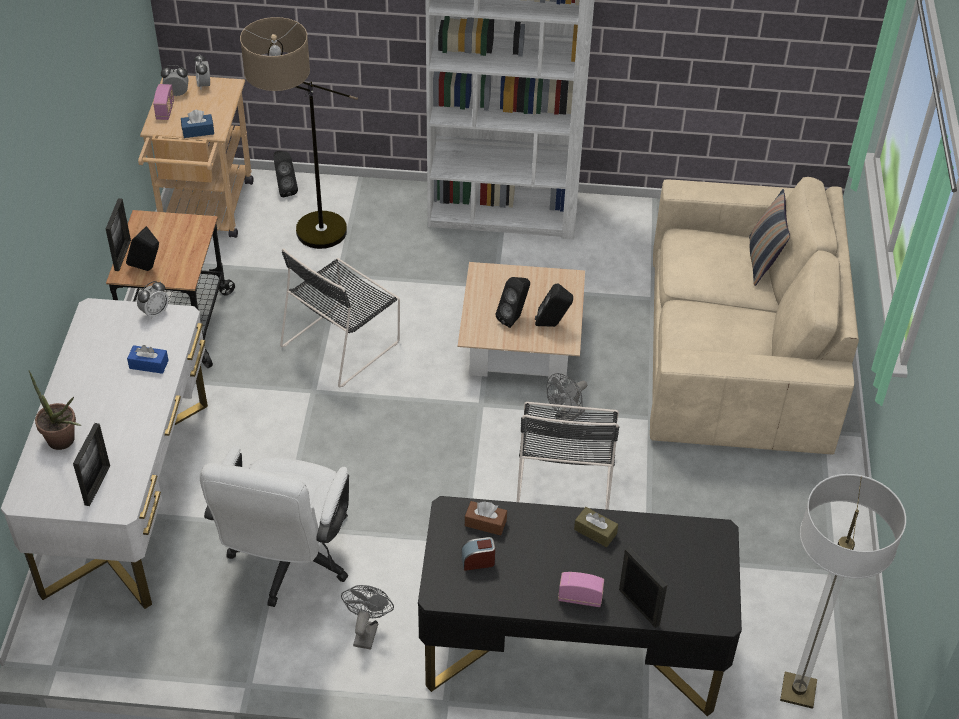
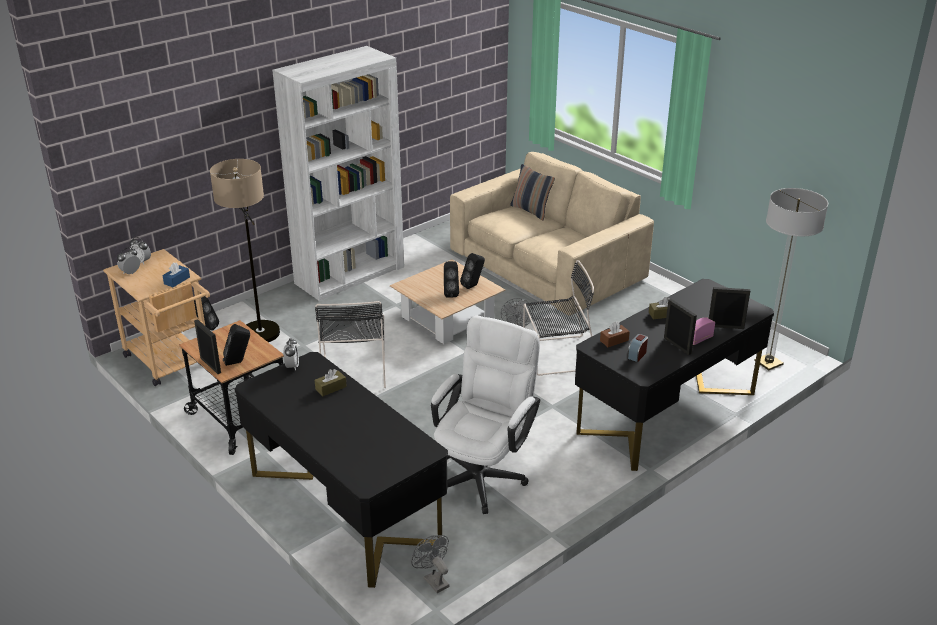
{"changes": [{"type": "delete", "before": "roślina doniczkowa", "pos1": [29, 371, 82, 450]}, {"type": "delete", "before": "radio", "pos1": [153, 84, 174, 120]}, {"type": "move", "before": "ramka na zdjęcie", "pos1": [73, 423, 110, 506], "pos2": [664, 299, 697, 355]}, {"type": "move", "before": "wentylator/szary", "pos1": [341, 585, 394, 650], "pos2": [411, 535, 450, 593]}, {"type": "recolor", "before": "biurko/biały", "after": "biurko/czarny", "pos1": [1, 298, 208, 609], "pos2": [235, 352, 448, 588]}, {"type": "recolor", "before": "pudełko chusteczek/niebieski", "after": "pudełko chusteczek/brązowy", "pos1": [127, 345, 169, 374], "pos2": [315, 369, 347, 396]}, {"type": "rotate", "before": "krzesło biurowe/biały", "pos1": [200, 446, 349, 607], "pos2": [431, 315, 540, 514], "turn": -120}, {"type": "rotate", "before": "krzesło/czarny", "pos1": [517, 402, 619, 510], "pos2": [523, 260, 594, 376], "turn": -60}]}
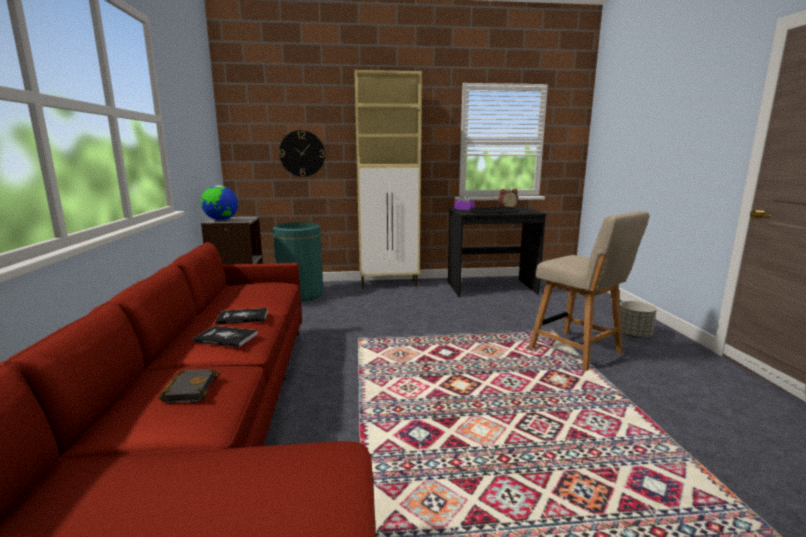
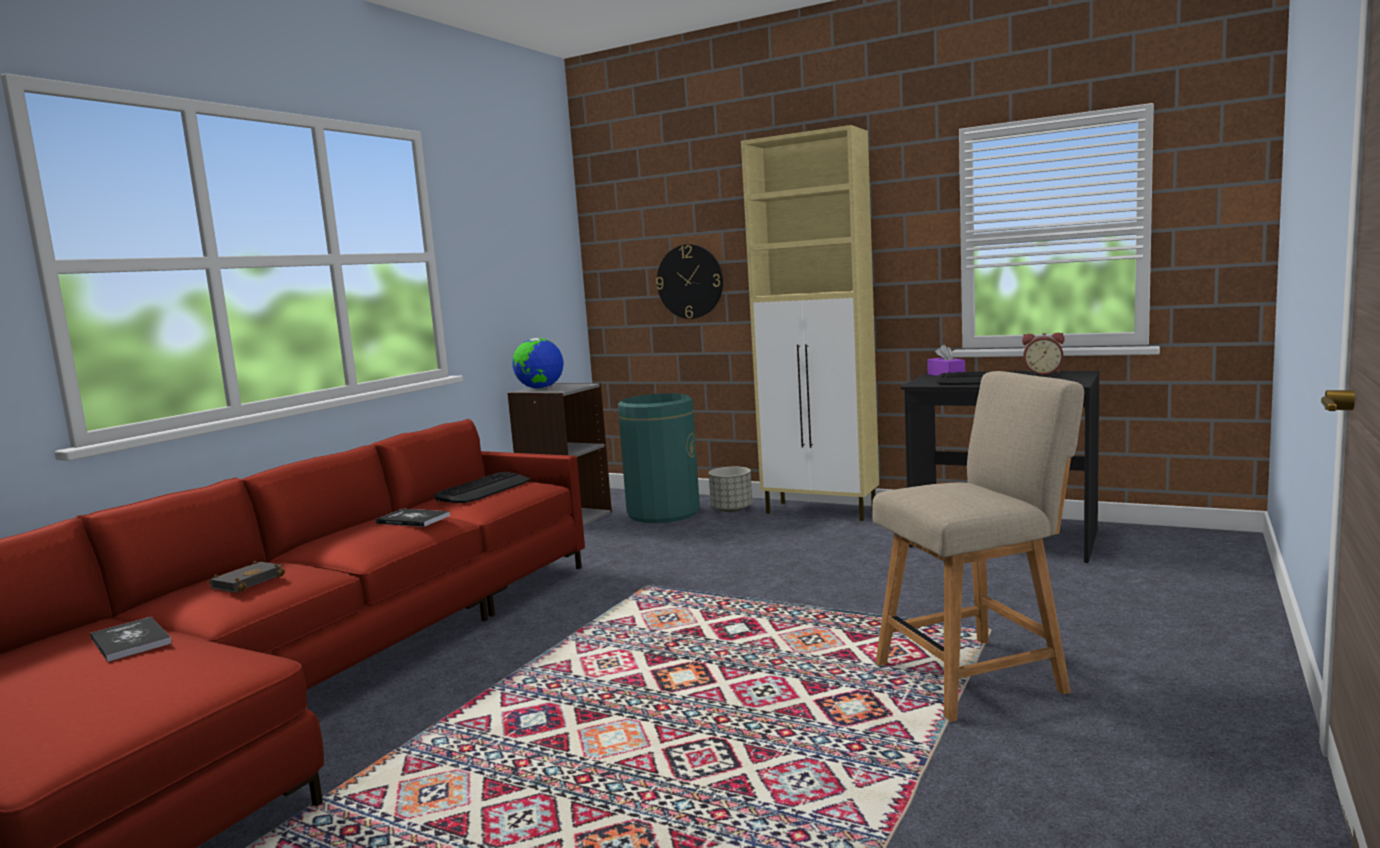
{"changes": [{"type": "insert", "after": "klawiatura", "pos2": [434, 472, 530, 503]}, {"type": "move", "before": "książka", "pos1": [192, 326, 258, 347], "pos2": [90, 617, 172, 662]}, {"type": "move", "before": "donica/szary", "pos1": [620, 301, 657, 338], "pos2": [709, 467, 752, 512]}, {"type": "rotate", "before": "krzesło/beżowy", "pos1": [529, 211, 650, 371], "pos2": [872, 371, 1084, 722], "turn": -105}]}
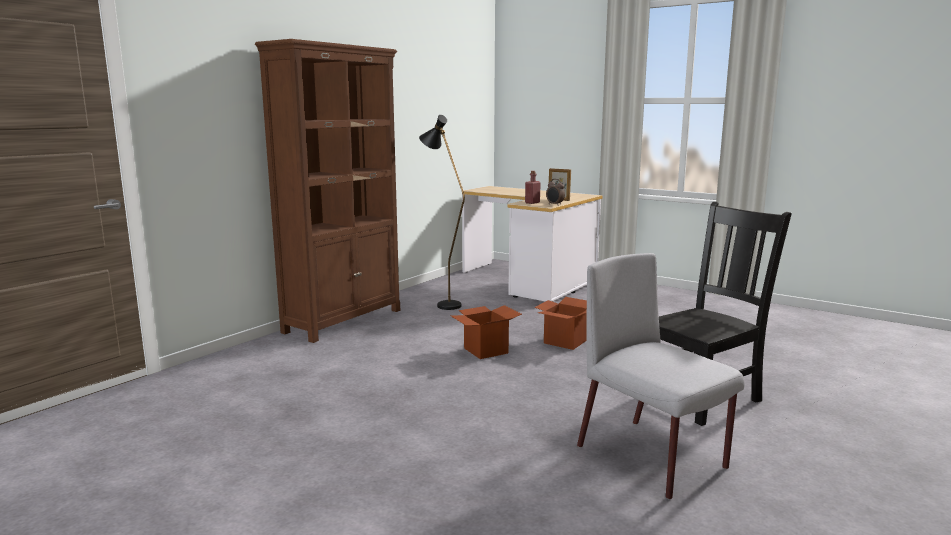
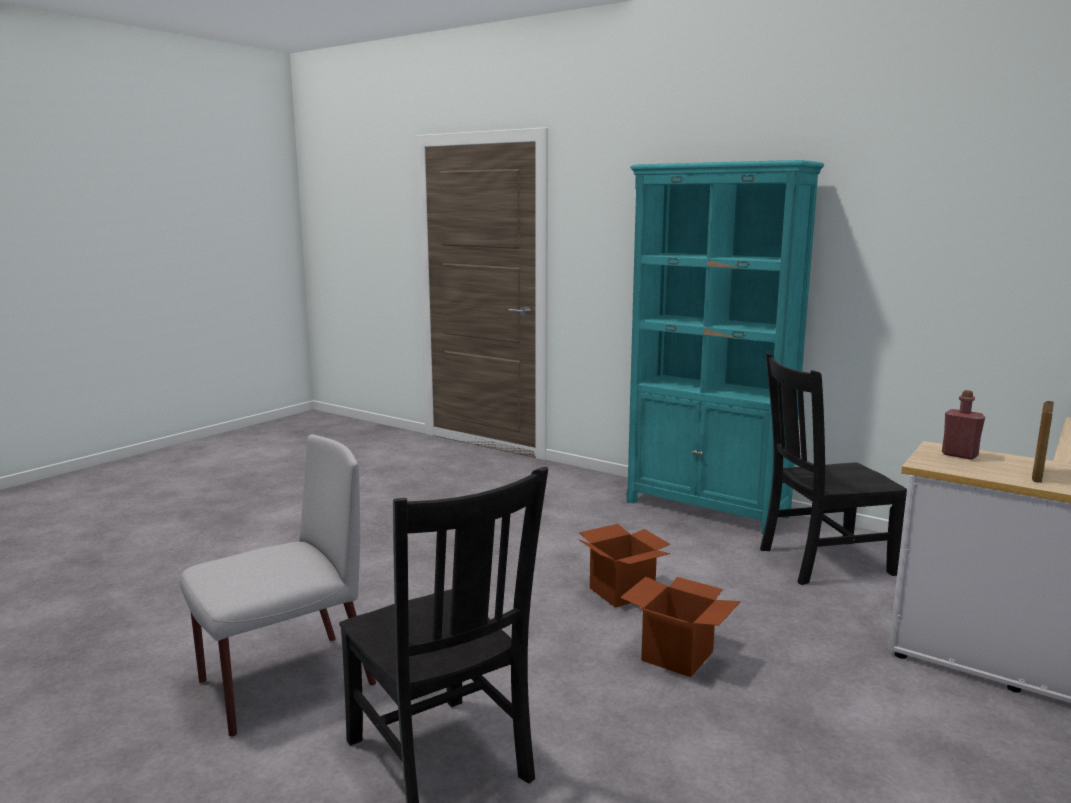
{"changes": [{"type": "delete", "before": "budzik", "pos1": [546, 179, 565, 205]}, {"type": "replace", "before": "lampa stojąca/czarny", "after": "krzesło/czarny", "pos1": [419, 115, 465, 310], "pos2": [760, 353, 907, 585]}, {"type": "recolor", "before": "regał/brązowy", "after": "regał/turkusowy", "pos1": [255, 39, 400, 343], "pos2": [626, 160, 824, 534]}]}
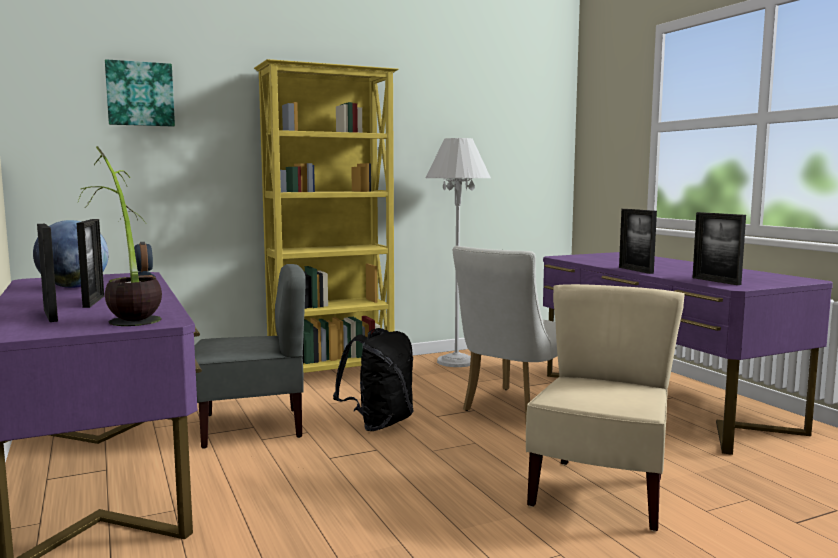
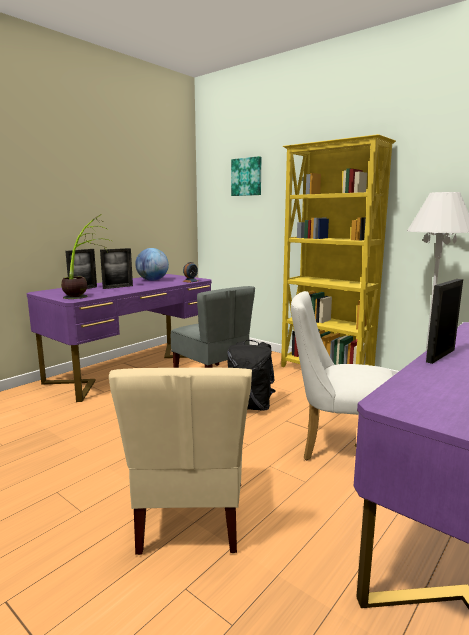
{"changes": [{"type": "delete", "before": "ramka na zdjęcie", "pos1": [692, 212, 746, 285]}, {"type": "rotate", "before": "krzesło/beżowy", "pos1": [526, 284, 685, 532], "pos2": [109, 368, 252, 555], "turn": 90}]}
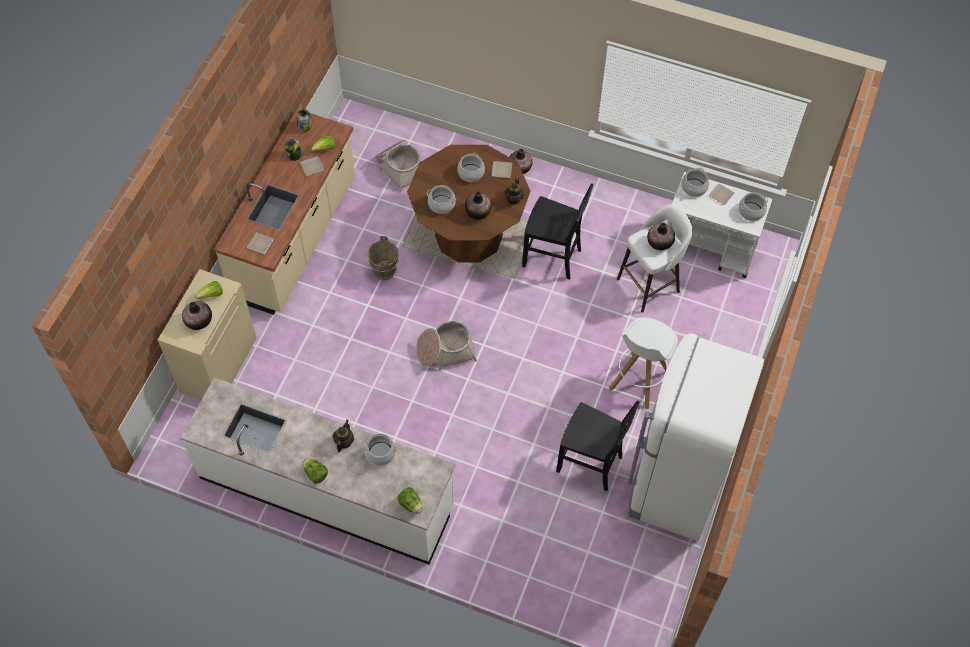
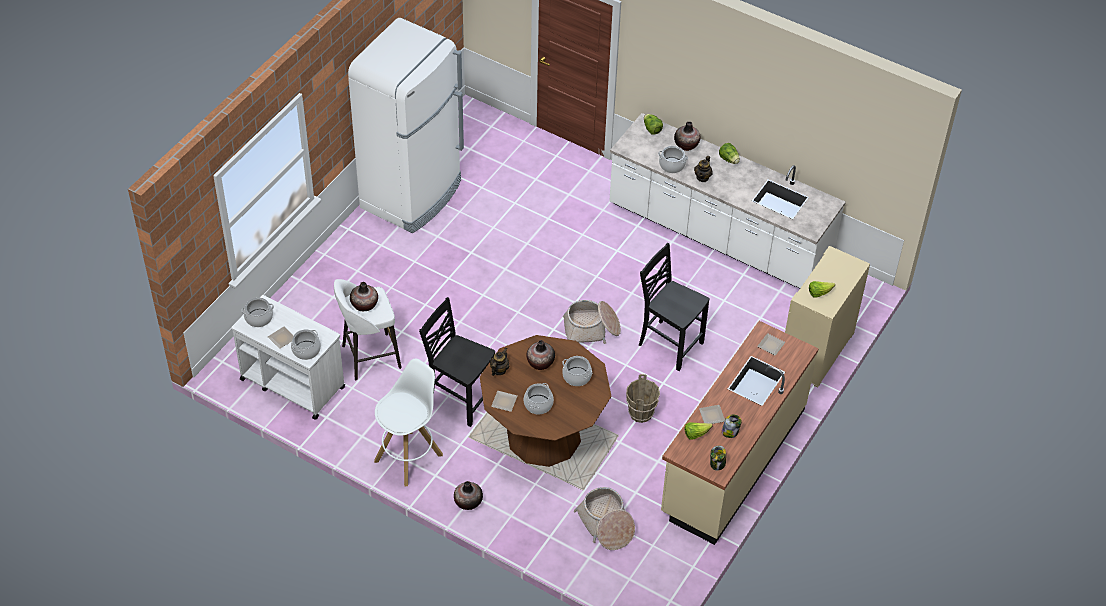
{"changes": [{"type": "move", "before": "wazon", "pos1": [182, 301, 212, 330], "pos2": [674, 121, 700, 151]}, {"type": "move", "before": "krzesło/czarny", "pos1": [556, 401, 640, 491], "pos2": [639, 243, 710, 371]}, {"type": "move", "before": "stołek/biały", "pos1": [609, 317, 678, 409], "pos2": [374, 359, 443, 487]}]}
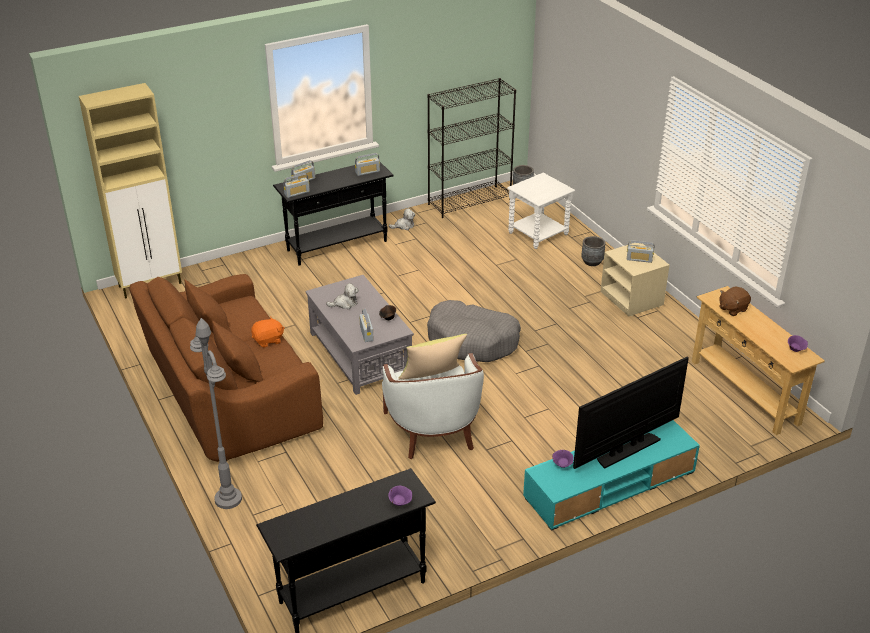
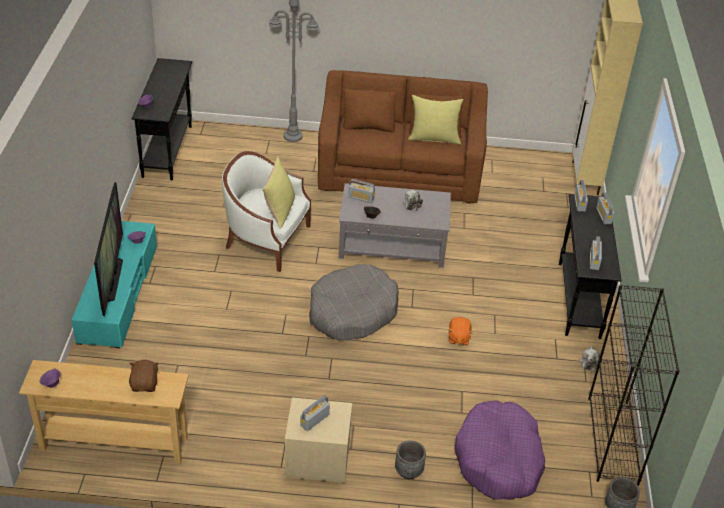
{"changes": [{"type": "insert", "after": "poduszka/żółty", "pos2": [408, 95, 463, 145]}, {"type": "move", "before": "pluszak/pomarańczowy", "pos1": [251, 317, 285, 347], "pos2": [448, 317, 473, 345]}, {"type": "replace", "before": "stolik/biały", "after": "legowisko/fioletowy", "pos1": [507, 173, 575, 249], "pos2": [454, 400, 545, 500]}]}
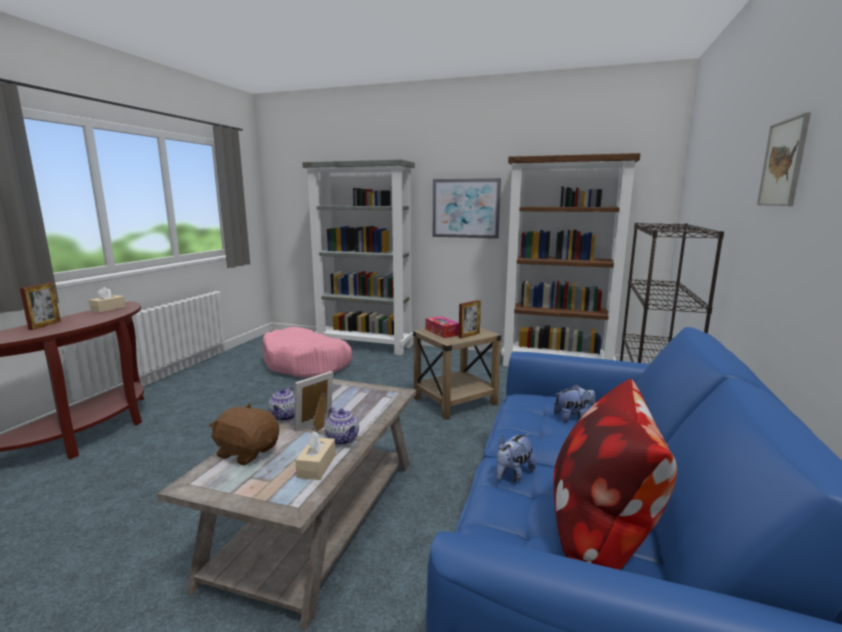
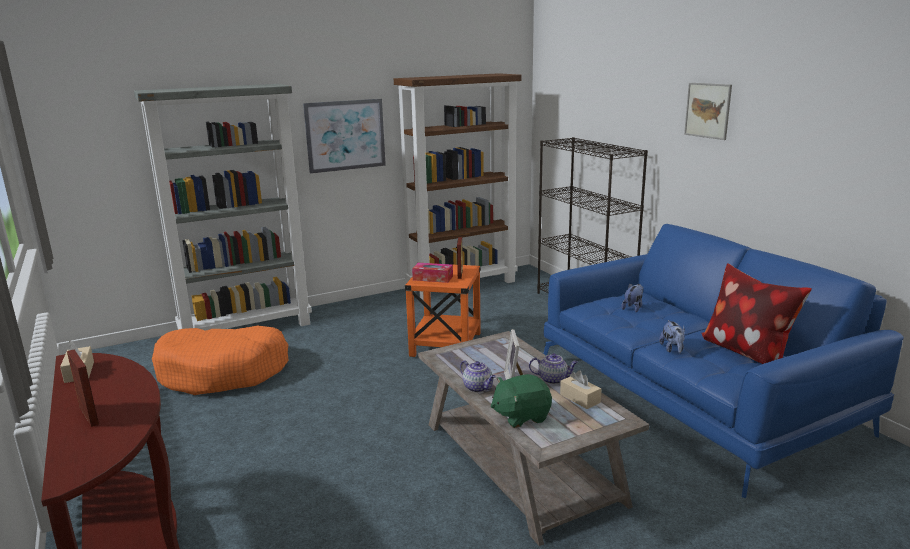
{"changes": [{"type": "recolor", "before": "pluszak/brązowy", "after": "pluszak/zielony", "pos1": [209, 404, 279, 465], "pos2": [491, 374, 552, 428]}, {"type": "recolor", "before": "legowisko/różowy", "after": "legowisko/pomarańczowy", "pos1": [262, 327, 352, 378], "pos2": [152, 325, 289, 395]}, {"type": "recolor", "before": "stolik/beżowy", "after": "stolik/pomarańczowy", "pos1": [413, 328, 501, 420], "pos2": [405, 264, 481, 357]}]}
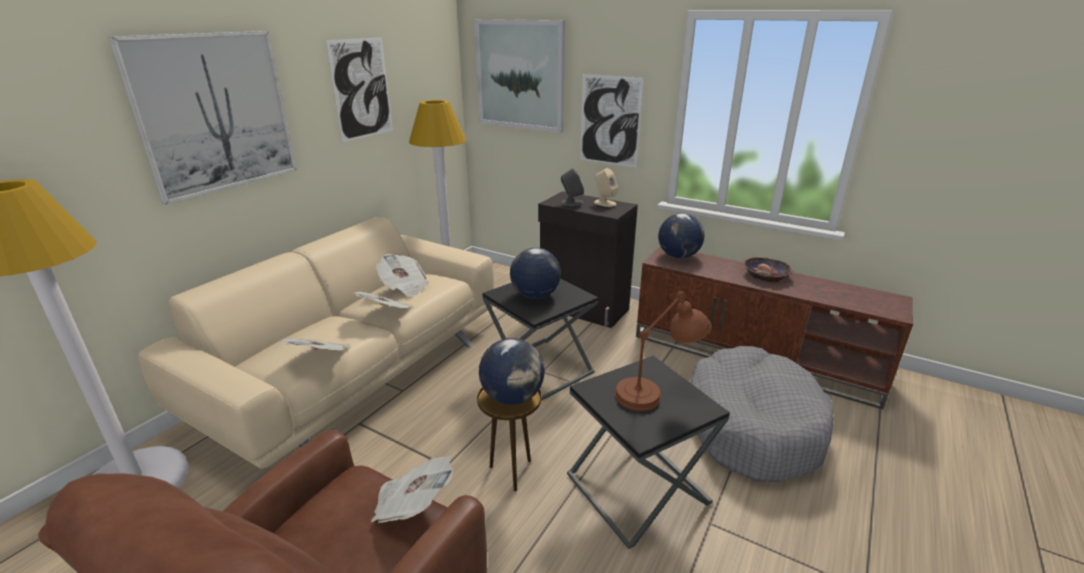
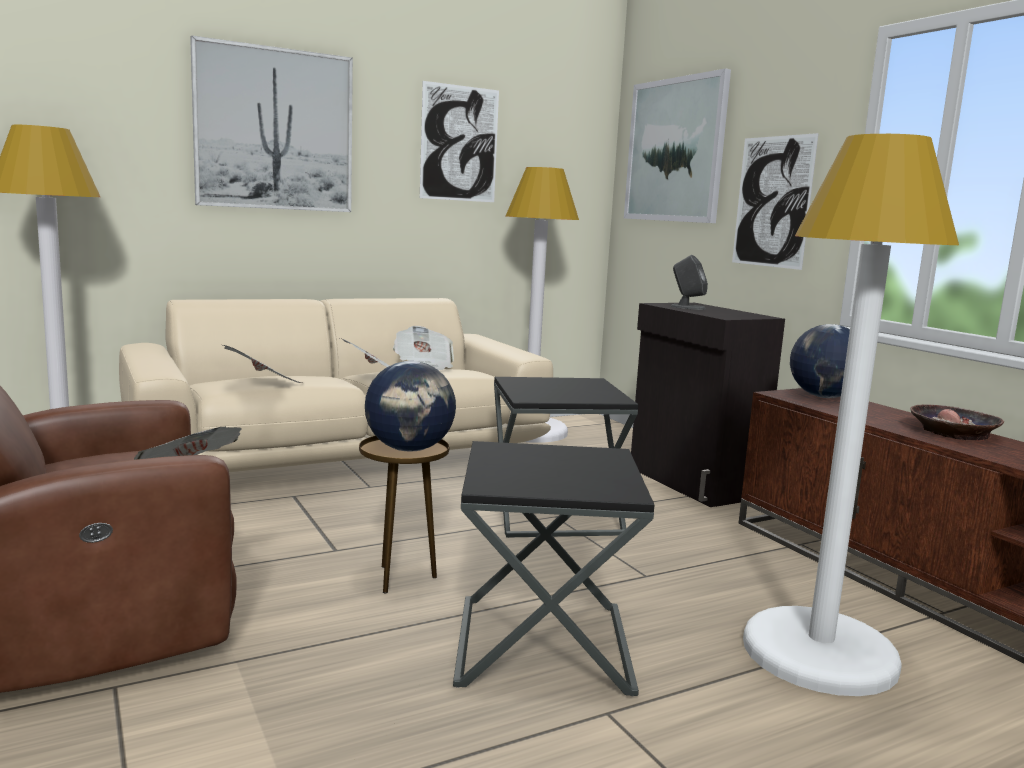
{"changes": [{"type": "delete", "before": "globus", "pos1": [510, 248, 561, 299]}, {"type": "delete", "before": "głośnik/beżowy", "pos1": [594, 168, 618, 207]}, {"type": "delete", "before": "lampa stołowa/brązowy", "pos1": [615, 291, 712, 411]}, {"type": "replace", "before": "legowisko/szary", "after": "lampa stojąca/biały", "pos1": [691, 346, 834, 483], "pos2": [743, 134, 959, 696]}]}
